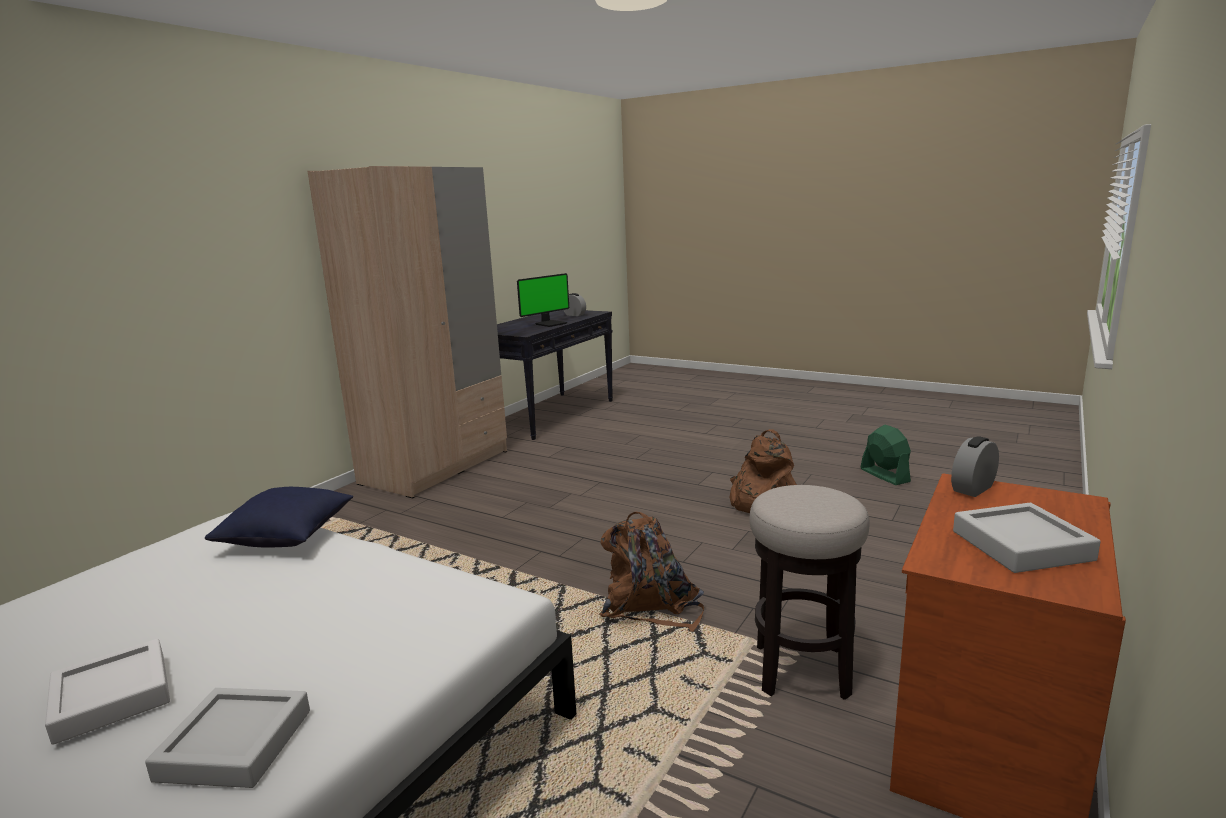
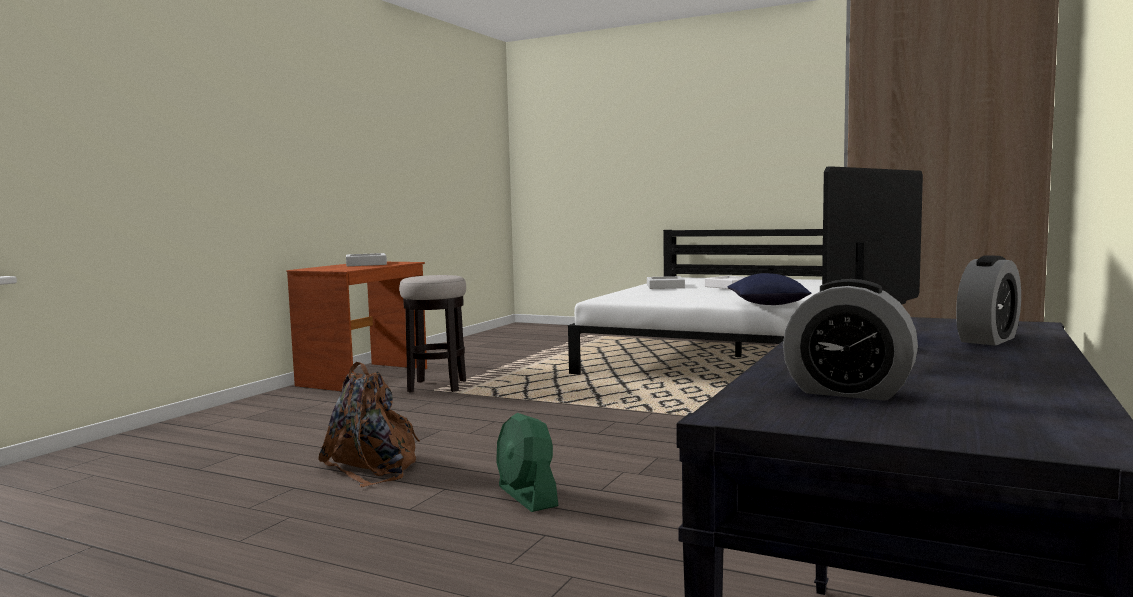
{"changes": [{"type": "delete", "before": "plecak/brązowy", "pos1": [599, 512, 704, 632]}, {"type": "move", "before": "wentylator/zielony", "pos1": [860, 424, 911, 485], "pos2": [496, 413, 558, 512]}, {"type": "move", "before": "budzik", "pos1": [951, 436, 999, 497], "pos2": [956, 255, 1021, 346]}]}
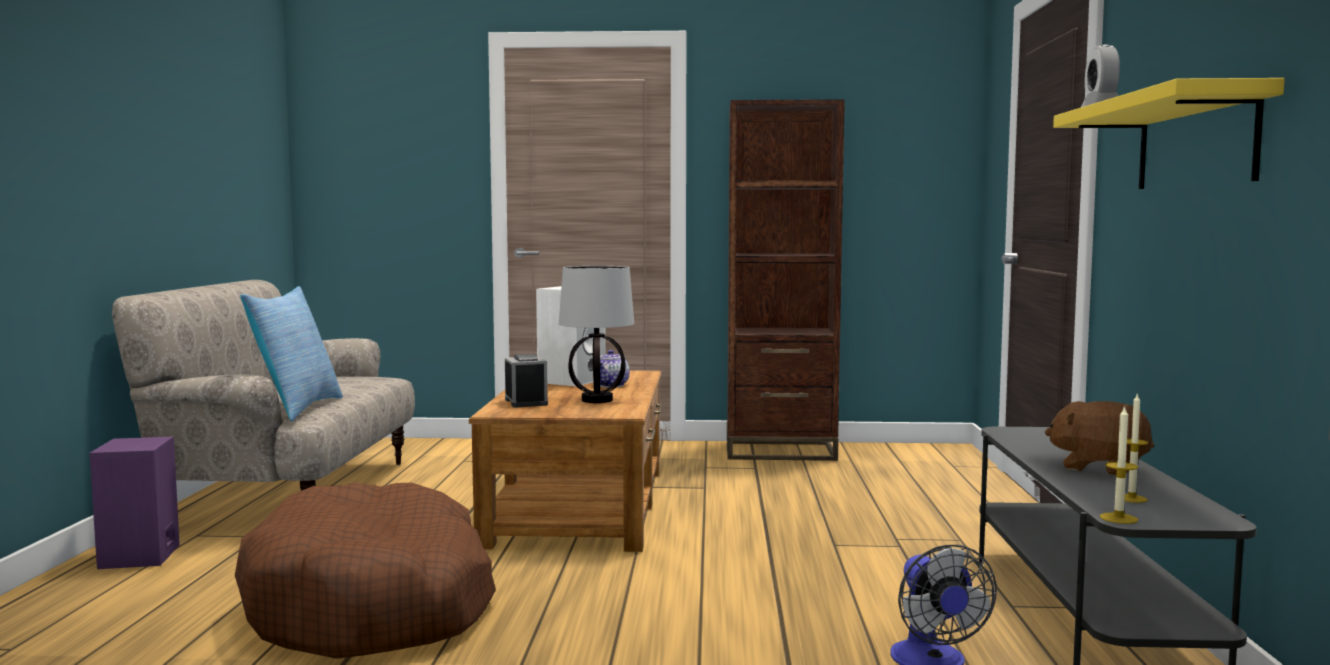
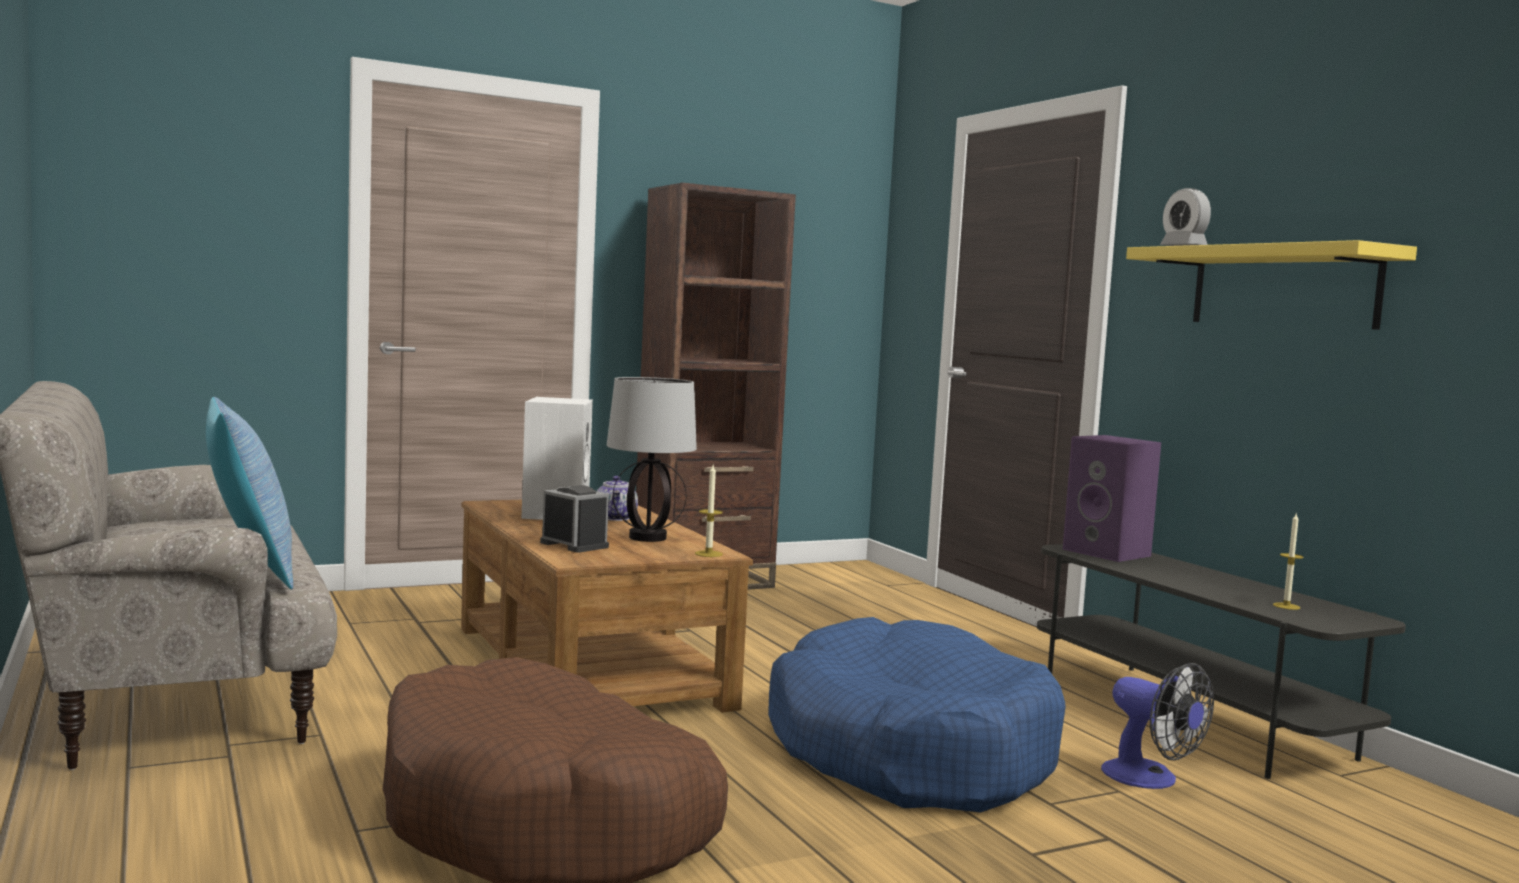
{"changes": [{"type": "delete", "before": "pluszak/brązowy", "pos1": [1045, 401, 1154, 476]}, {"type": "insert", "after": "legowisko/niebieski", "pos2": [768, 617, 1066, 813]}, {"type": "move", "before": "głośnik/fioletowy", "pos1": [90, 437, 180, 569], "pos2": [1063, 435, 1161, 562]}, {"type": "move", "before": "świeca", "pos1": [1100, 405, 1138, 524], "pos2": [695, 465, 723, 557]}]}
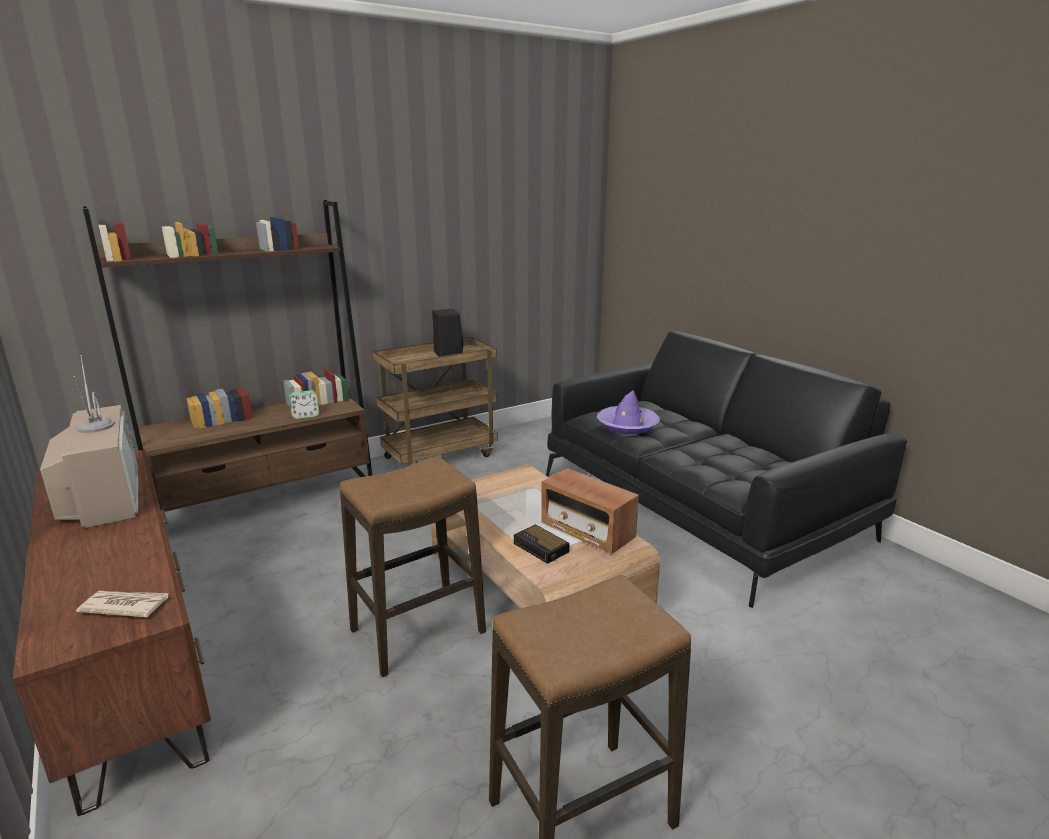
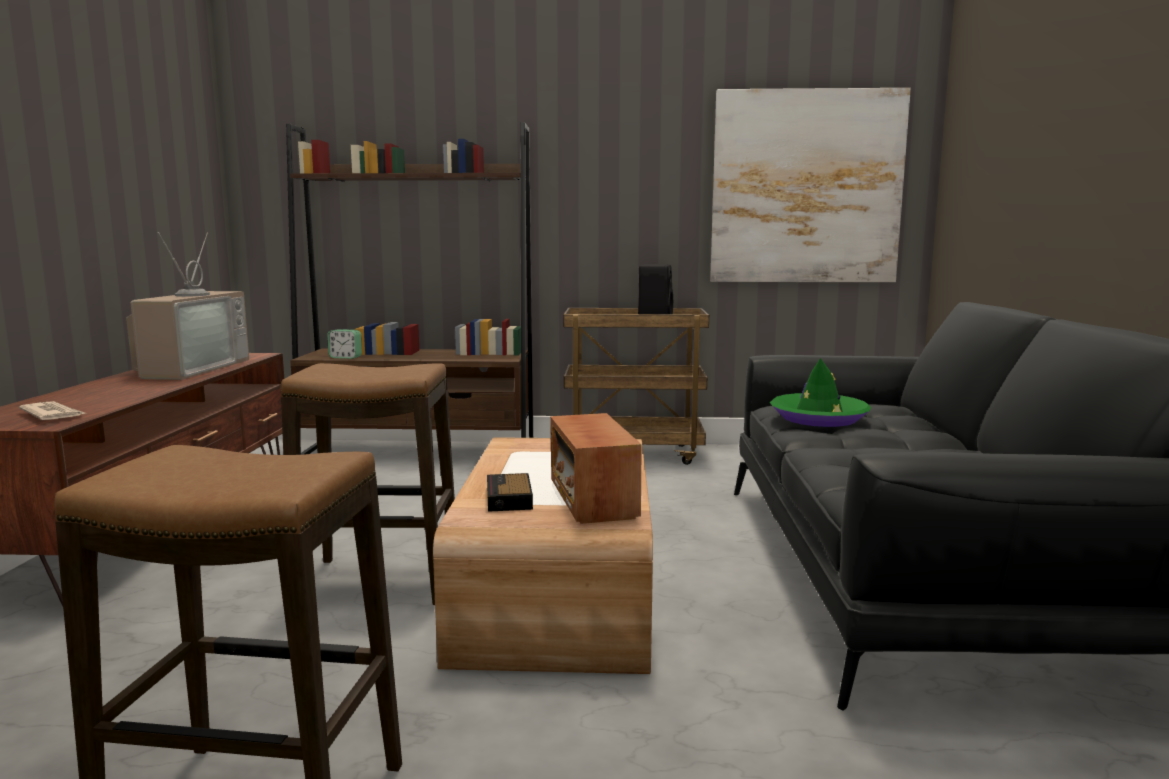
{"changes": [{"type": "insert", "after": "obraz", "pos2": [710, 88, 911, 282]}, {"type": "move", "before": "budzik", "pos1": [289, 390, 319, 419], "pos2": [327, 329, 362, 359]}, {"type": "recolor", "before": "kapelusz/fioletowy", "after": "kapelusz/zielony", "pos1": [597, 390, 660, 434], "pos2": [770, 358, 871, 427]}]}
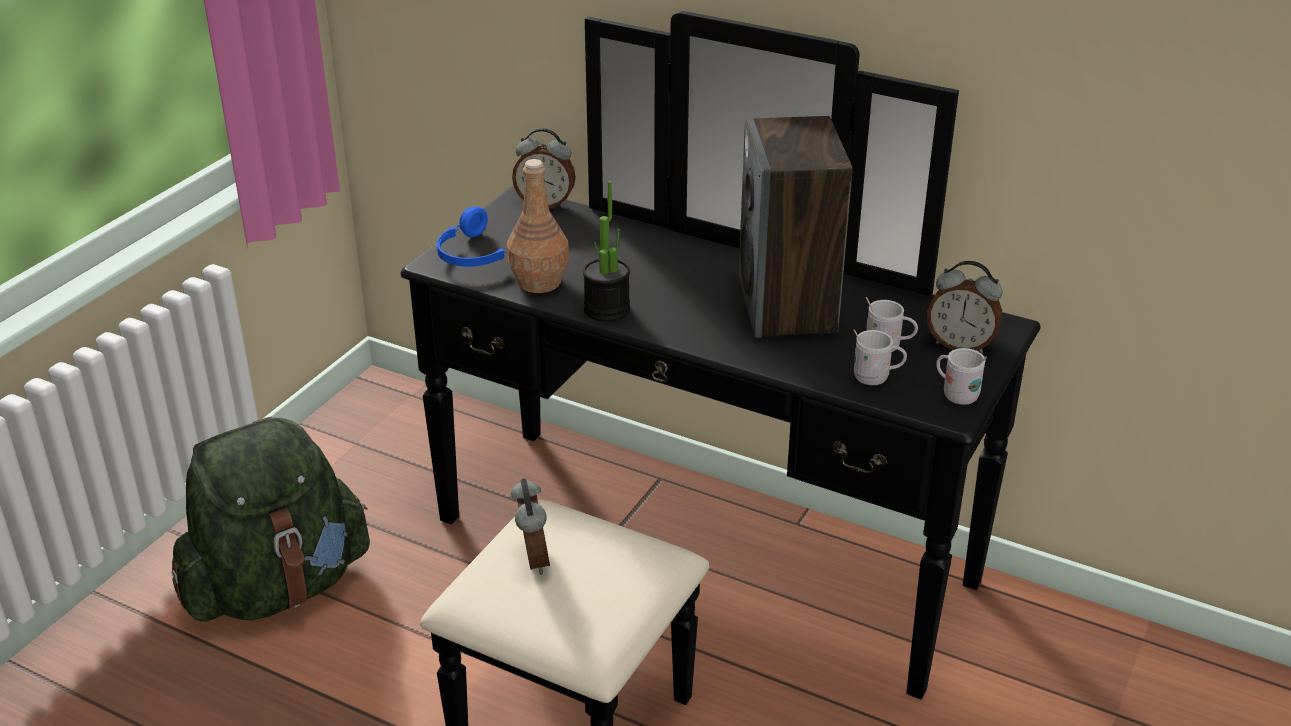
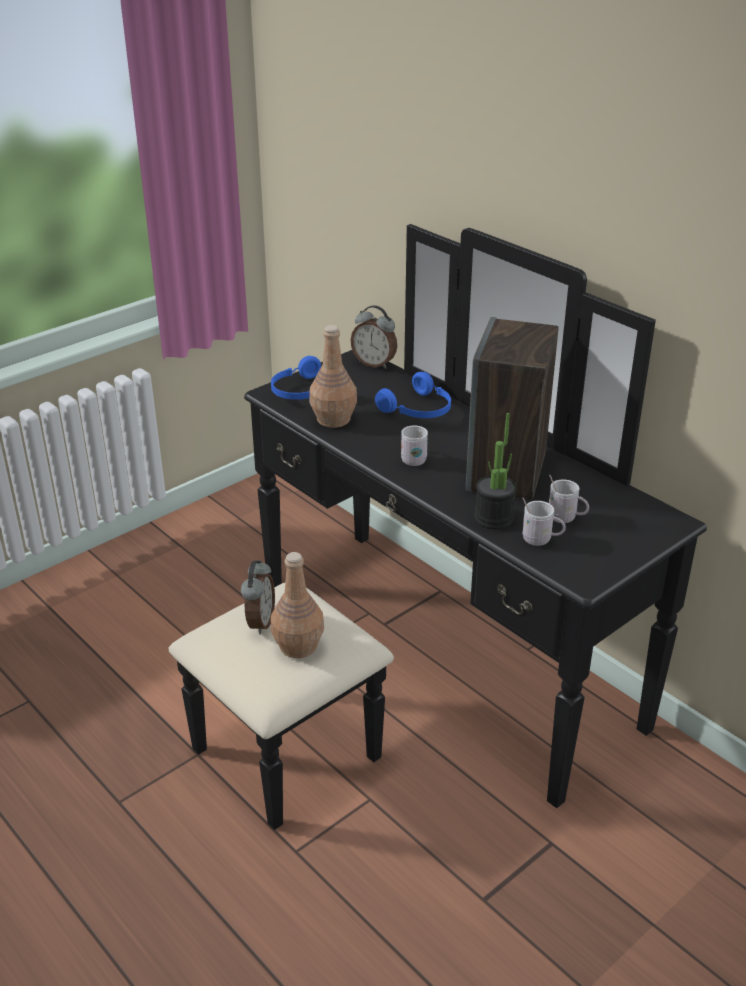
{"changes": [{"type": "delete", "before": "plecak/zielony", "pos1": [172, 417, 370, 622]}, {"type": "delete", "before": "budzik", "pos1": [927, 261, 1003, 353]}, {"type": "insert", "after": "butelka/brązowy", "pos2": [271, 552, 324, 658]}, {"type": "insert", "after": "słuchawki/niebieski", "pos2": [375, 372, 451, 418]}, {"type": "move", "before": "roślina doniczkowa", "pos1": [583, 181, 630, 322], "pos2": [474, 413, 516, 529]}, {"type": "move", "before": "kubek/biały", "pos1": [936, 348, 987, 405], "pos2": [401, 426, 428, 466]}]}
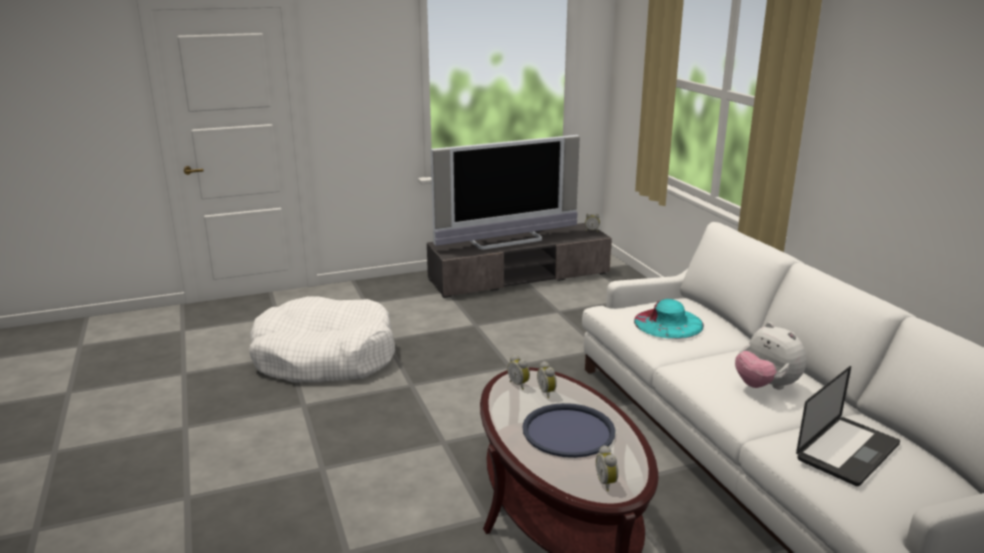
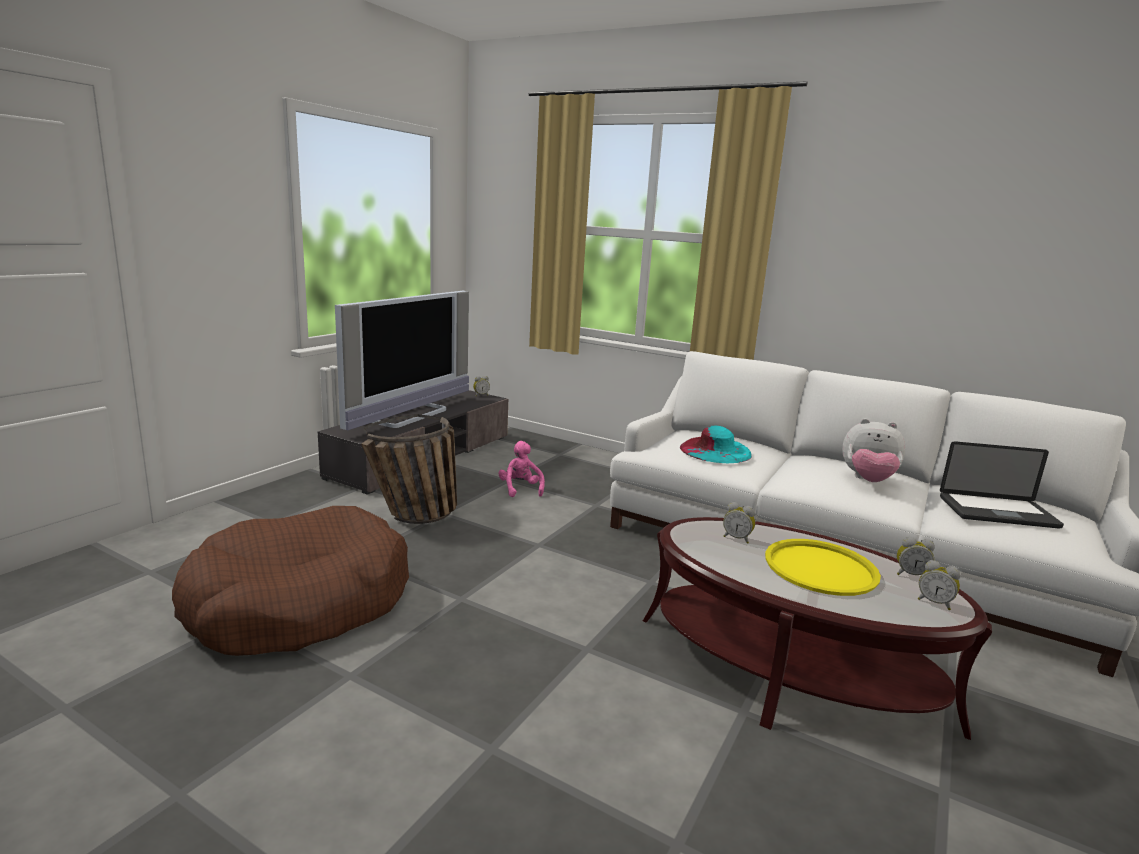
{"changes": [{"type": "insert", "after": "koszyk", "pos2": [361, 414, 457, 524]}, {"type": "insert", "after": "pluszak/różowy", "pos2": [498, 441, 545, 497]}, {"type": "move", "before": "budzik", "pos1": [507, 354, 530, 390], "pos2": [897, 537, 935, 575]}, {"type": "recolor", "before": "legowisko/biały", "after": "legowisko/brązowy", "pos1": [249, 296, 395, 383], "pos2": [172, 506, 409, 656]}, {"type": "recolor", "before": "taca/niebieski", "after": "taca/żółty", "pos1": [522, 403, 615, 458], "pos2": [765, 539, 881, 596]}, {"type": "rotate", "before": "laptop", "pos1": [796, 366, 900, 486], "pos2": [940, 441, 1064, 529], "turn": 90}]}
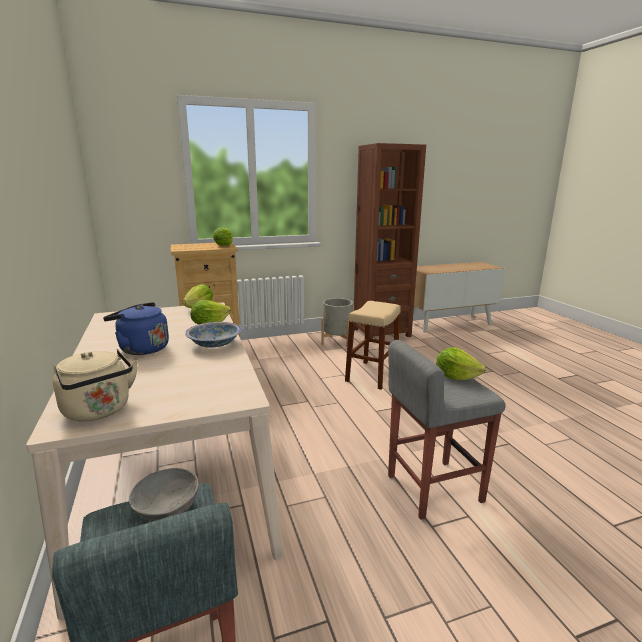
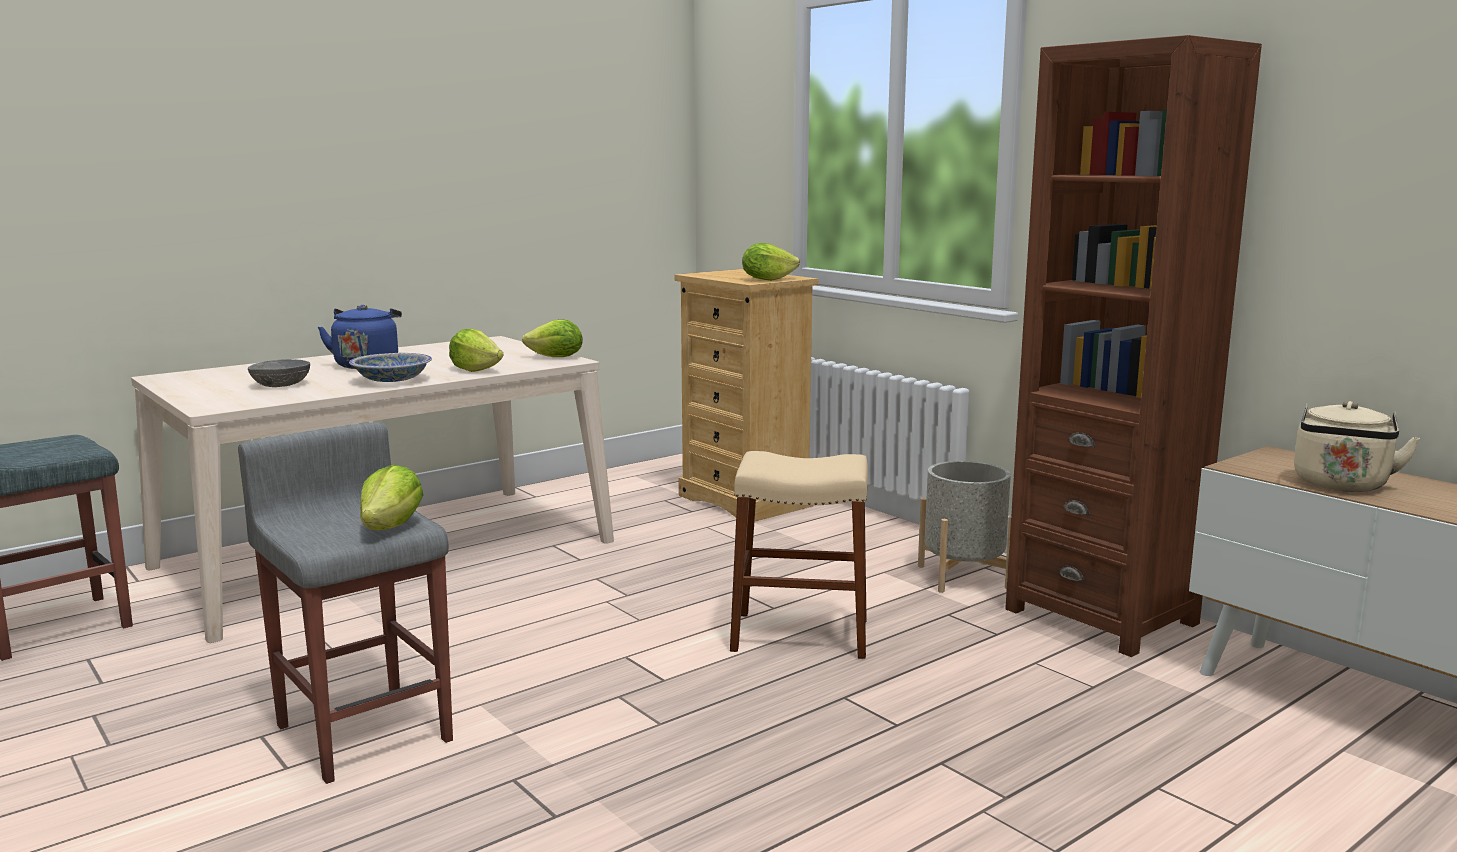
{"changes": [{"type": "move", "before": "czajnik/beżowy", "pos1": [53, 349, 138, 421], "pos2": [1294, 401, 1420, 492]}, {"type": "move", "before": "miska/szary", "pos1": [129, 468, 199, 522], "pos2": [248, 359, 310, 387]}]}
